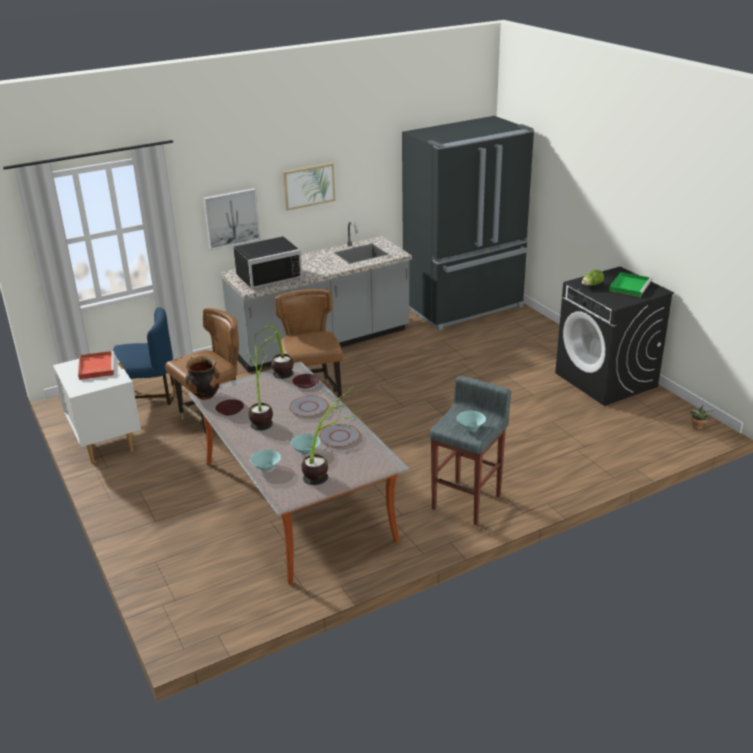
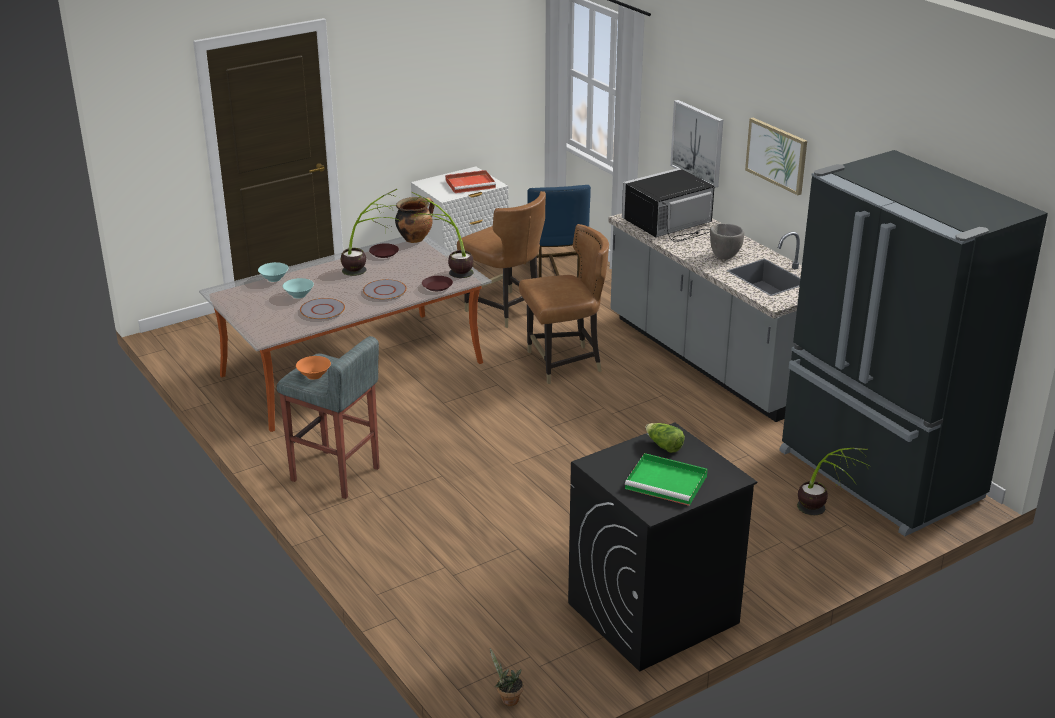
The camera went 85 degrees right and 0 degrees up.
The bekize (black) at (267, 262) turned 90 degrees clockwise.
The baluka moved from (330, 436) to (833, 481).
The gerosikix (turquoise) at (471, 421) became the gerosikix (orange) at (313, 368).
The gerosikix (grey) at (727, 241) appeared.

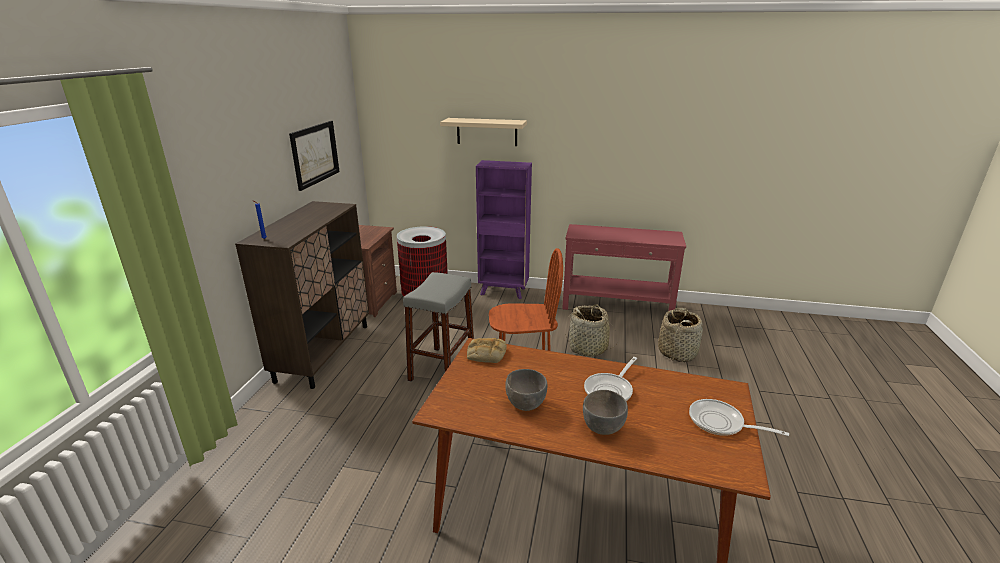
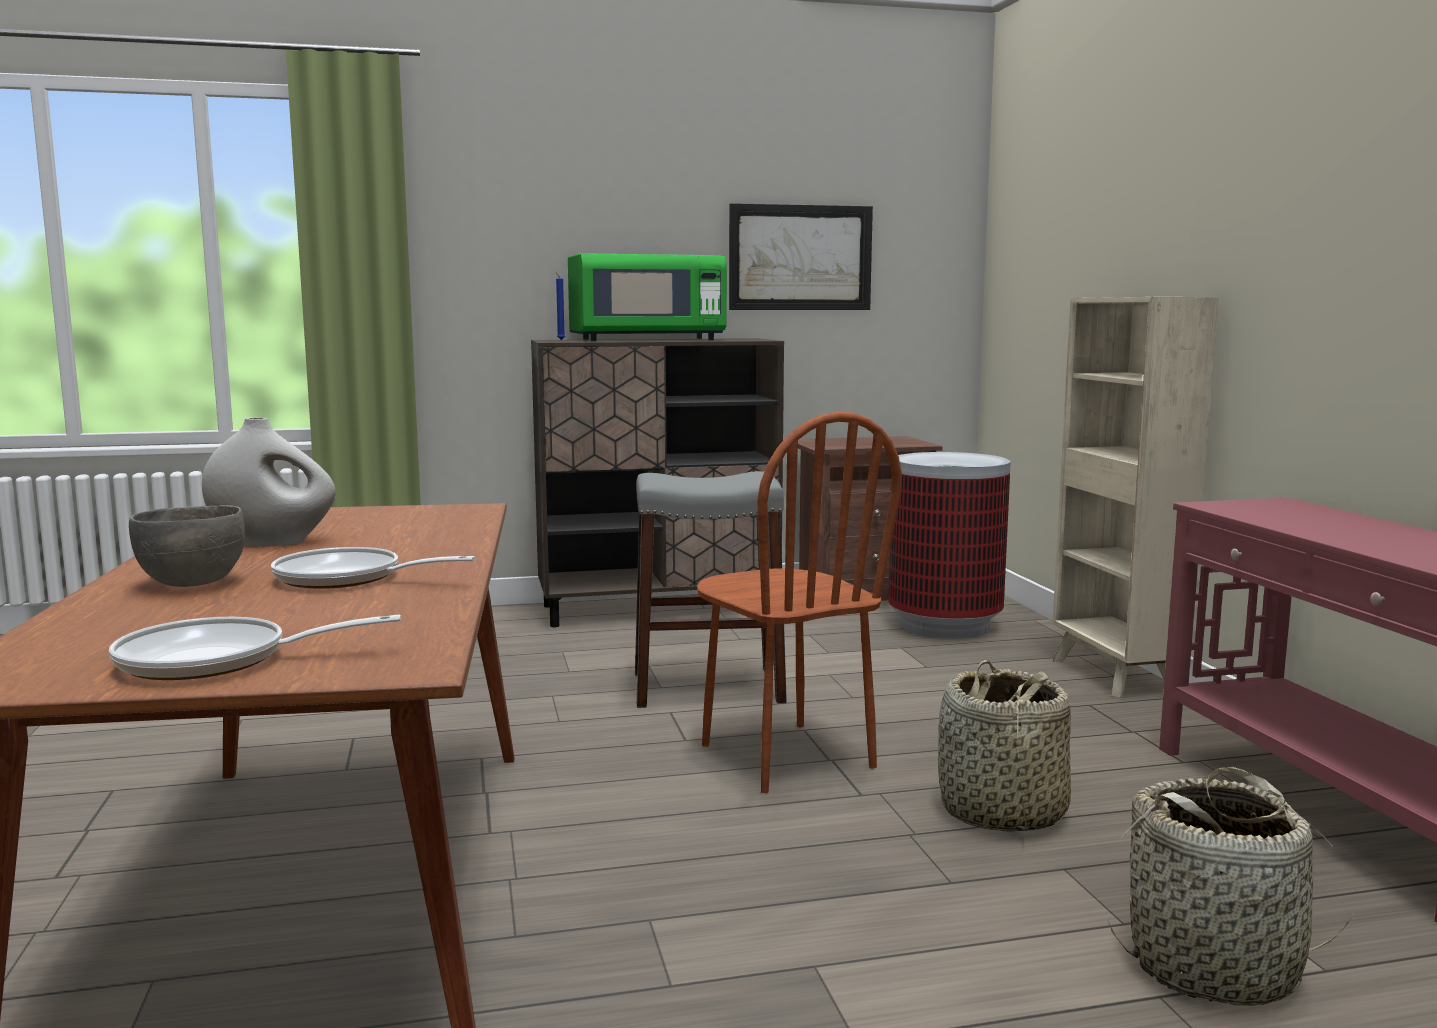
The camera went 65 degrees right and 15 degrees down.
The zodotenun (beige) at (483, 132) disappeared.
The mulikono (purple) at (504, 229) became the mulikono (beige) at (1135, 497).
The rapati at (487, 350) disappeared.
The gerosikix (grey) at (526, 390) was replaced by the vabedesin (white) at (269, 482).
The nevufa at (739, 417) turned 105 degrees counterclockwise.
The bekize (green) at (647, 297) appeared.

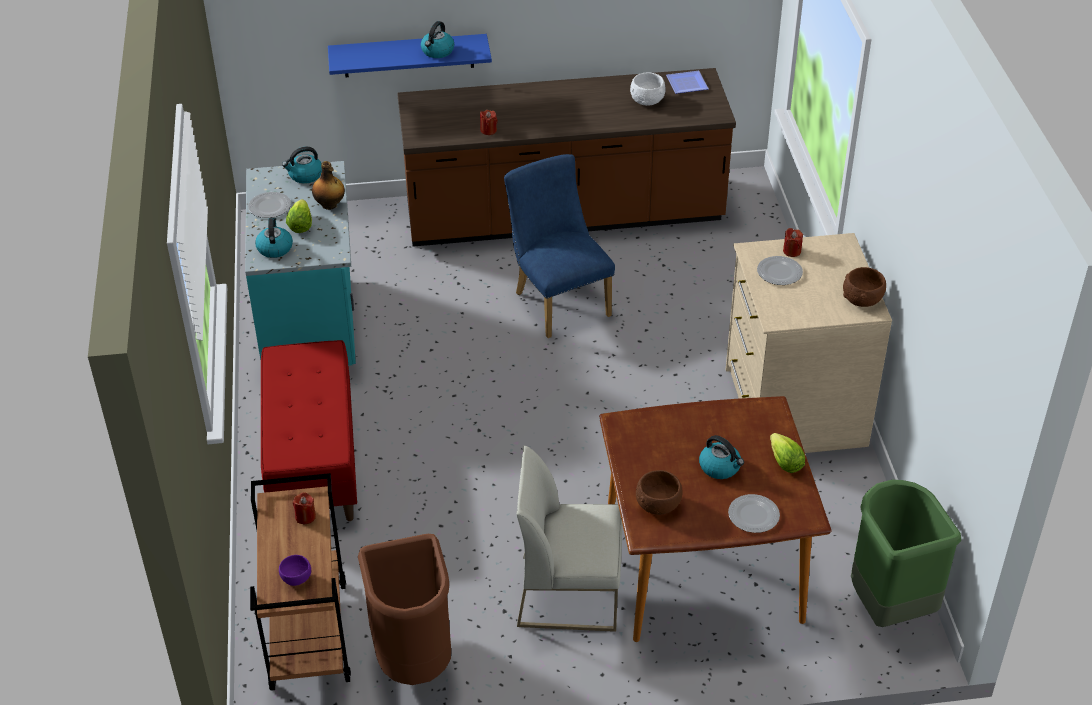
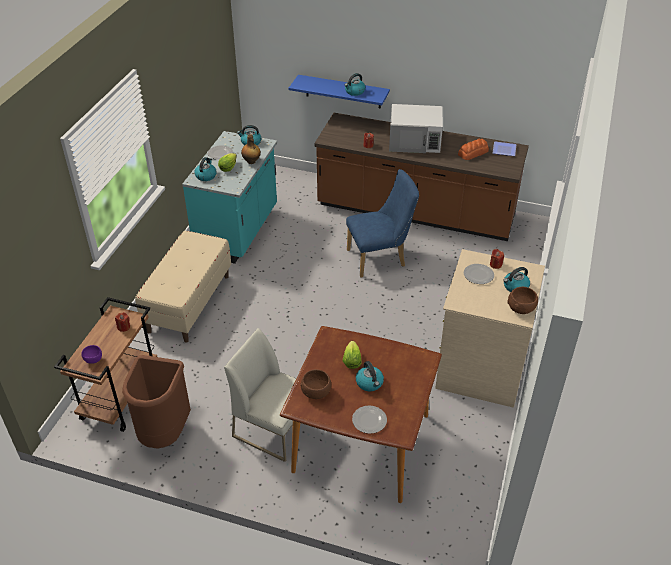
The camera went 25 degrees right and 0 degrees up.
The gerosikix (white) at (648, 89) was replaced by the rapati at (473, 149).
The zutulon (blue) at (559, 246) turned 75 degrees clockwise.
The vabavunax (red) at (309, 430) became the vabavunax (beige) at (183, 287).
The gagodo moved from (787, 453) to (352, 355).
The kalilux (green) at (906, 553) disappeared.
The bekize (white) at (416, 128) appeared.
The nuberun at (517, 279) appeared.

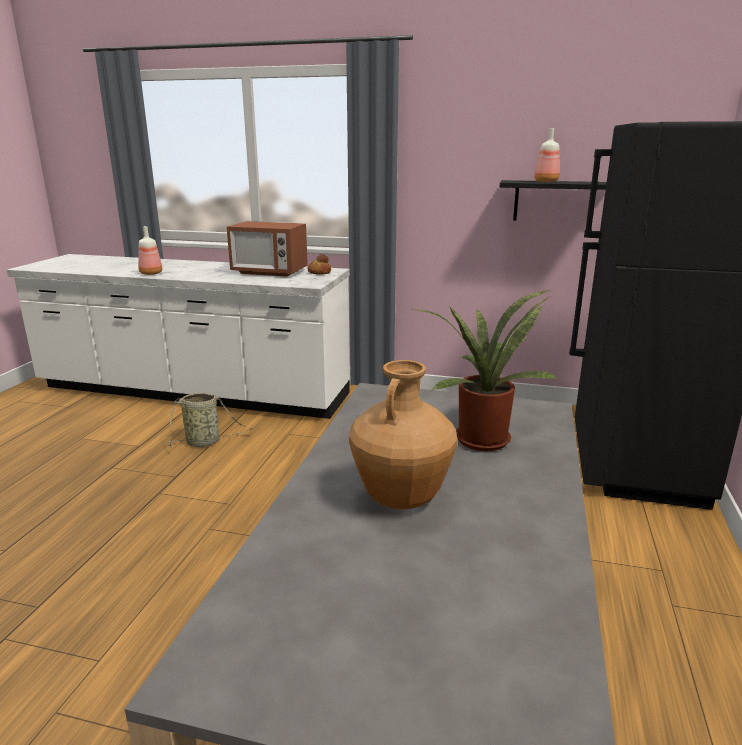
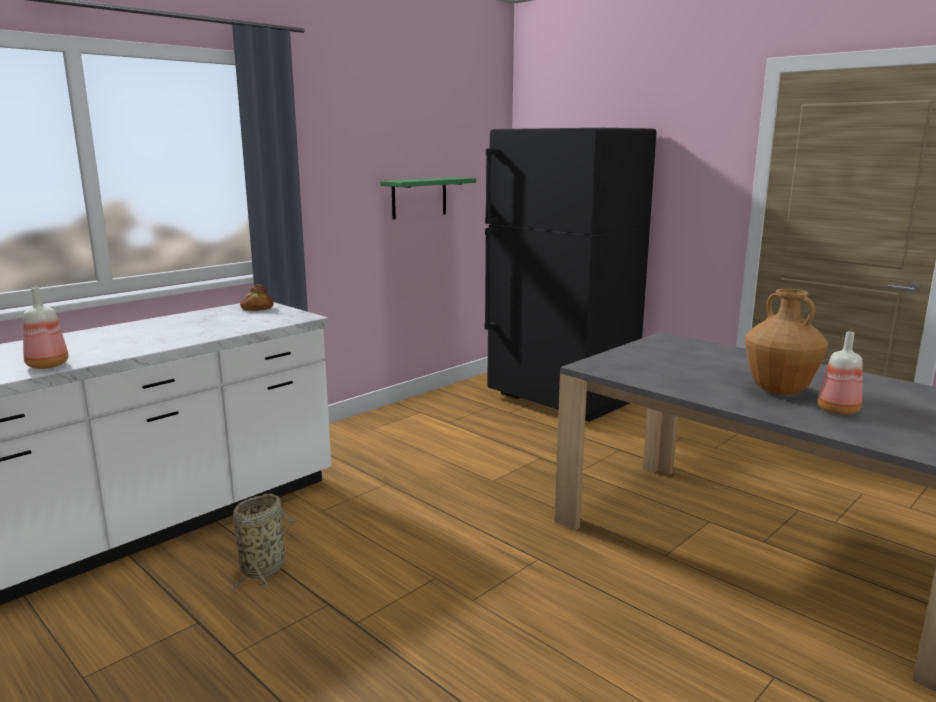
The camera went 60 degrees left and 5 degrees down.
The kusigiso moved from (547, 155) to (839, 373).
The zodotenun (black) at (553, 200) became the zodotenun (green) at (428, 198).
The bekize at (267, 249) disappeared.
The baluka at (485, 370) disappeared.

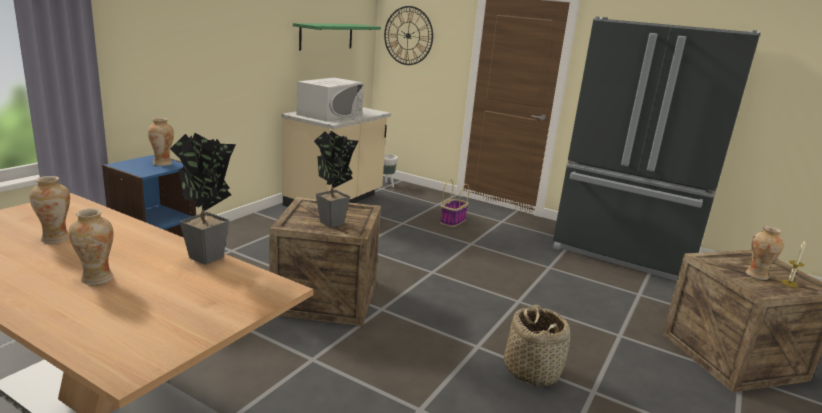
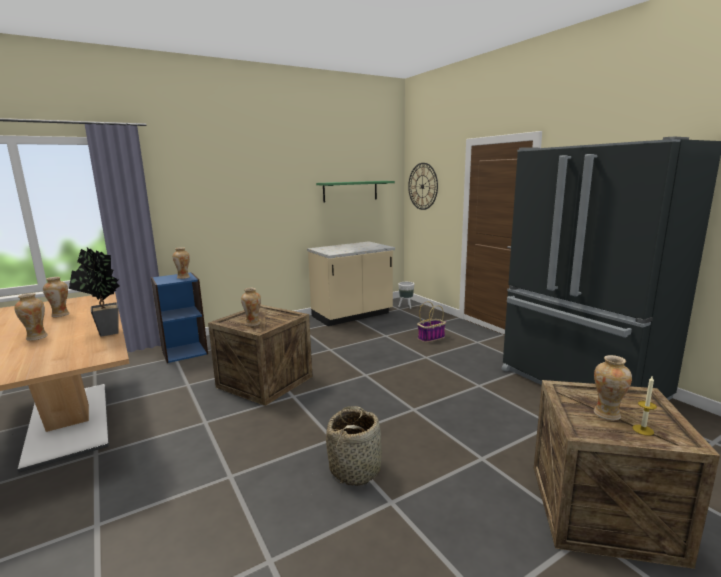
The camera went 30 degrees right and 5 degrees down.
The bekize (white) at (330, 100) disappeared.
The baluka at (336, 179) was replaced by the vabedesin at (251, 307).

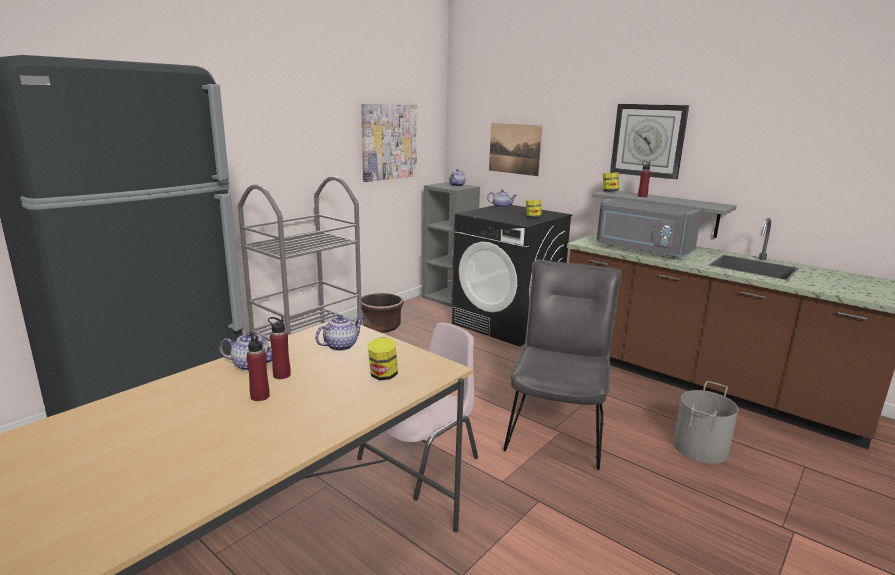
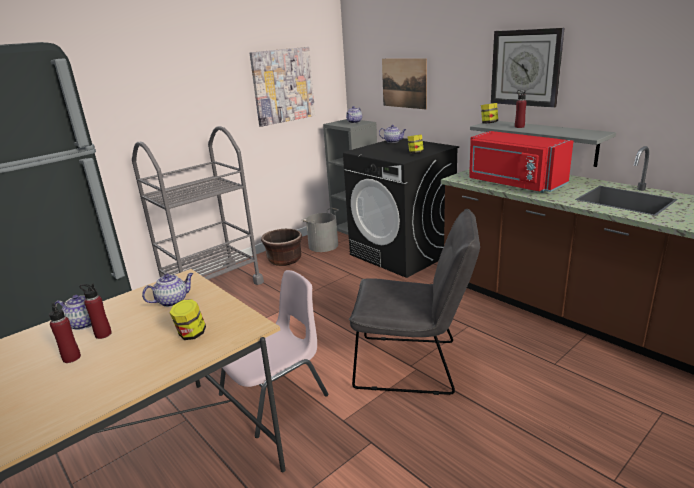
The camera went 10 degrees right and 5 degrees up.
The bekize (grey) at (649, 228) became the bekize (red) at (521, 162).
The zutulon (grey) at (562, 364) turned 75 degrees clockwise.
The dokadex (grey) moved from (705, 422) to (320, 230).

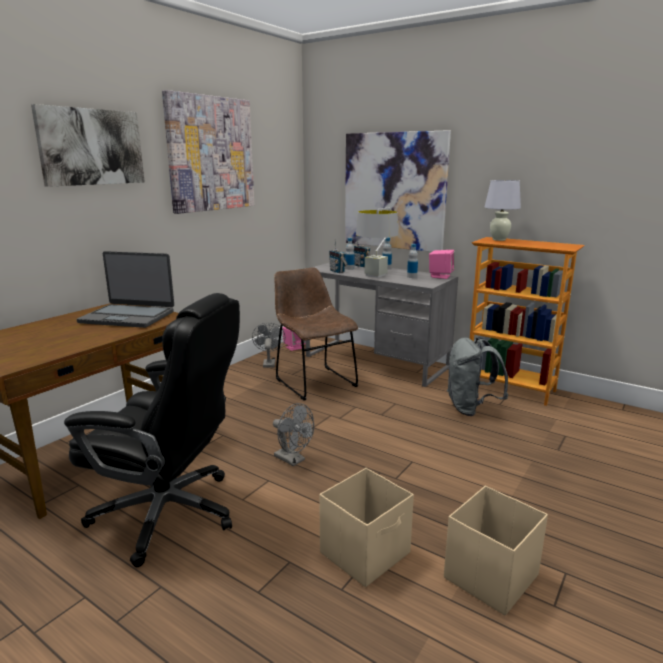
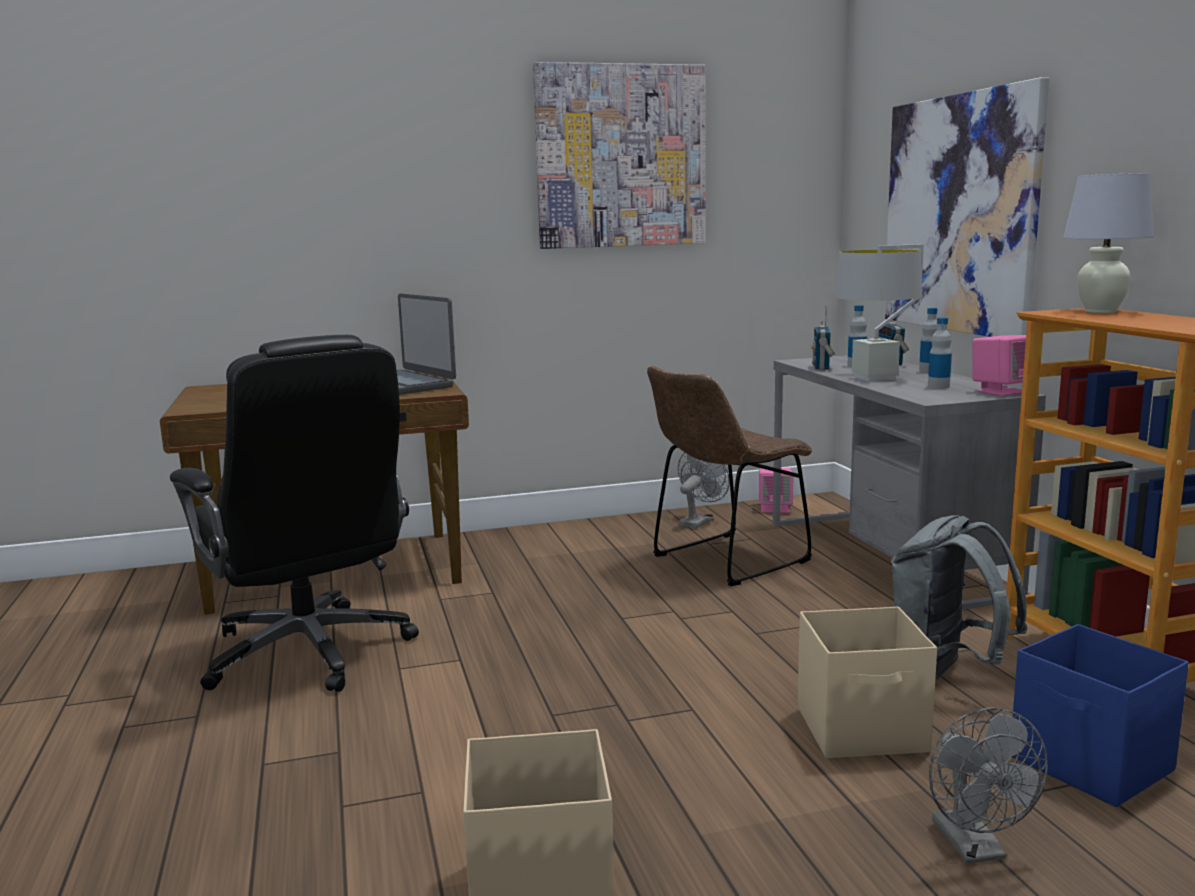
The camera went 40 degrees right and 5 degrees down.
The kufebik at (88, 145) disappeared.
The zutulon (brown) at (316, 334) turned 135 degrees counterclockwise.
The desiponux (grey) moved from (293, 434) to (988, 786).
The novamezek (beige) moved from (366, 527) to (867, 682).
The novamezek (blue) at (1100, 715) appeared.

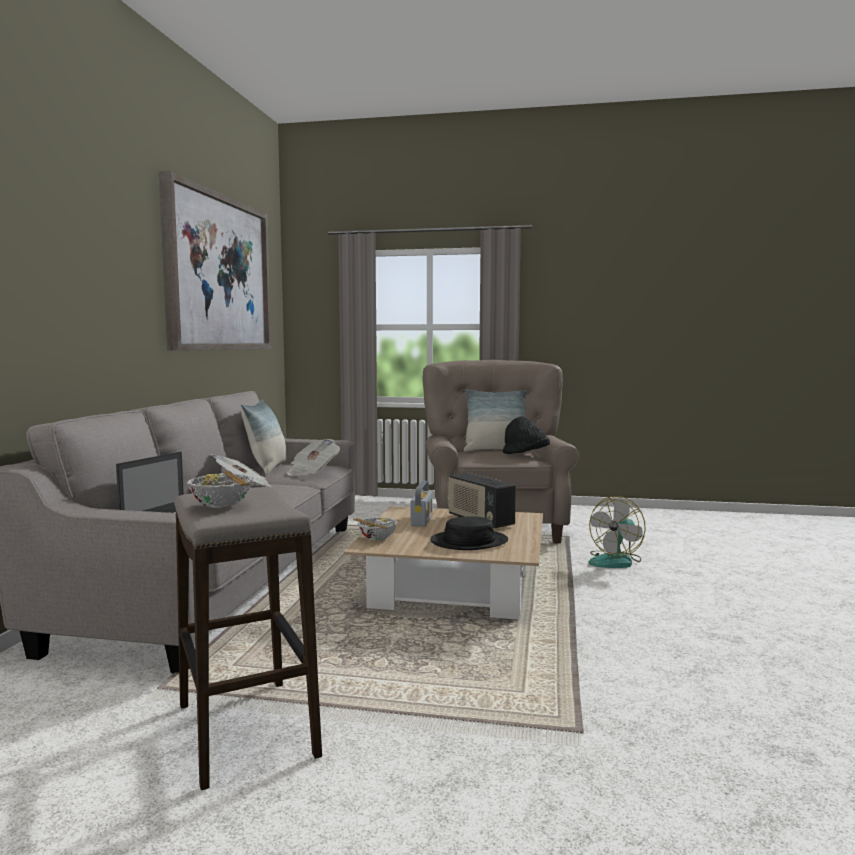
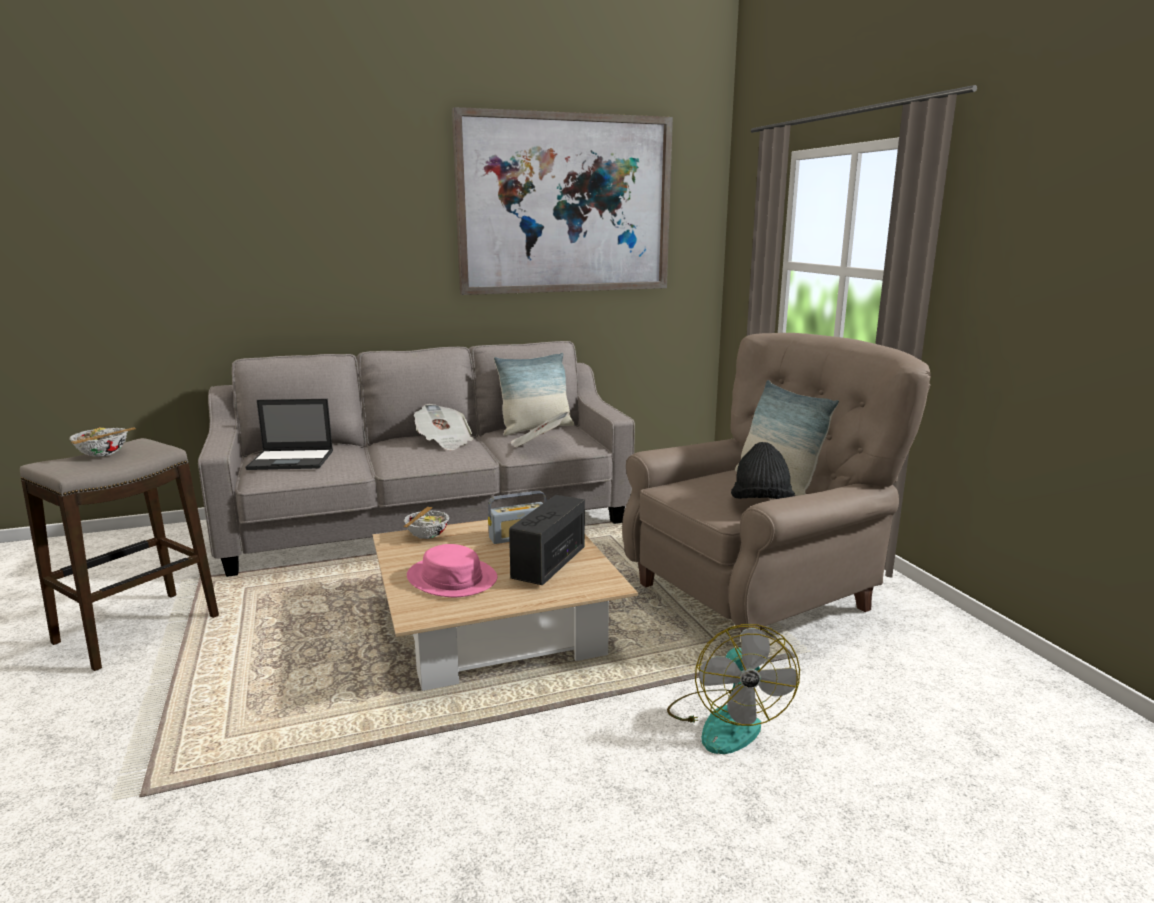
The camera went 60 degrees right and 10 degrees up.
The desiponux at (617, 532) turned 105 degrees counterclockwise.
The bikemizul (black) at (469, 533) became the bikemizul (pink) at (452, 570).

